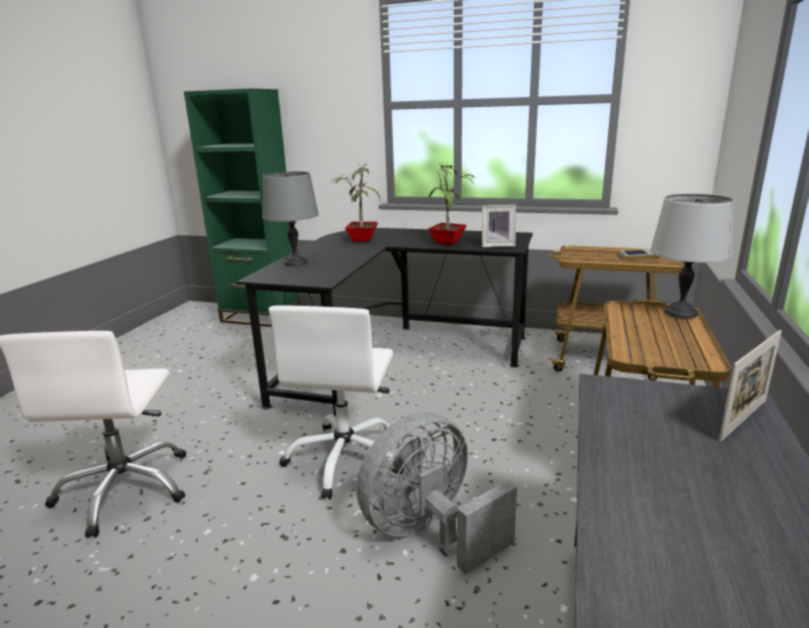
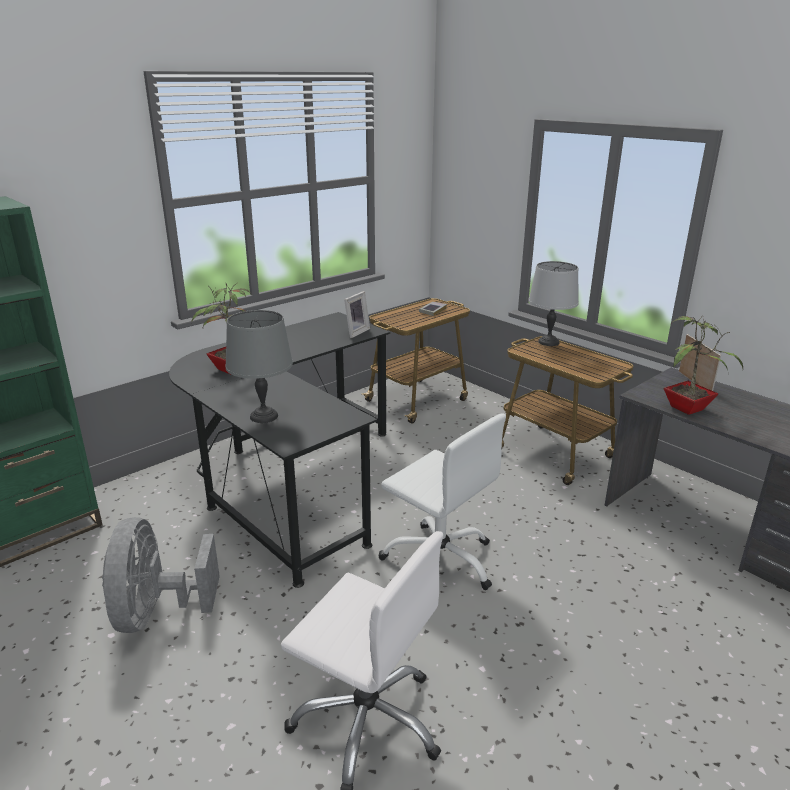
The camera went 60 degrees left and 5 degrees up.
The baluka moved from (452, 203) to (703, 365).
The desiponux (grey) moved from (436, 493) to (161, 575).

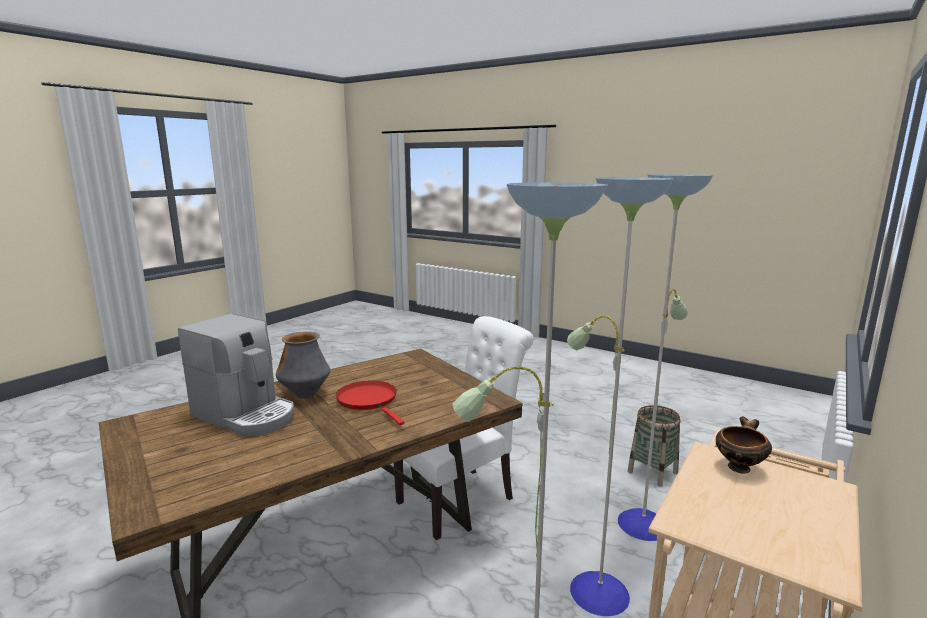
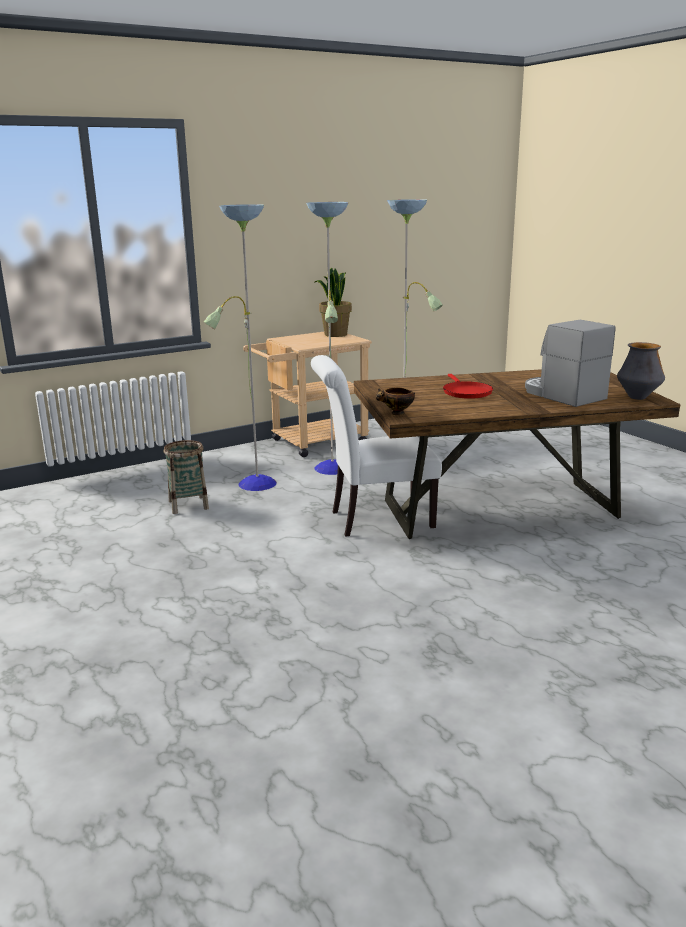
The camera went 155 degrees left and 5 degrees up.
The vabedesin moved from (303, 365) to (641, 371).
The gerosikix moved from (744, 445) to (395, 401).
The baluka at (333, 302) appeared.

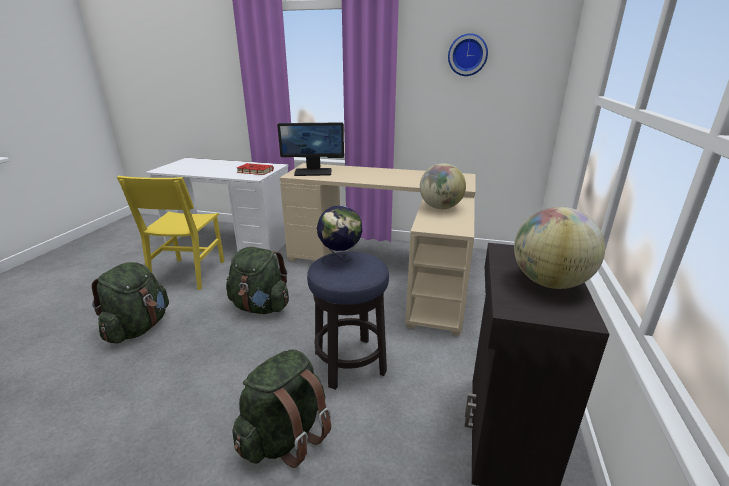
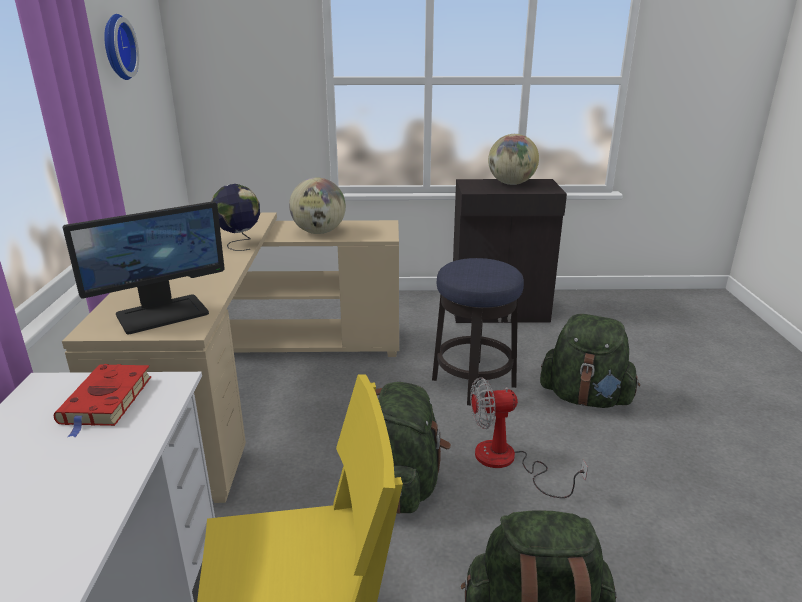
The camera went 105 degrees left and 0 degrees up.
The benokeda at (310, 149) turned 75 degrees clockwise.
The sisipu moved from (339, 234) to (235, 217).
The desiponux at (529, 437) appeared.

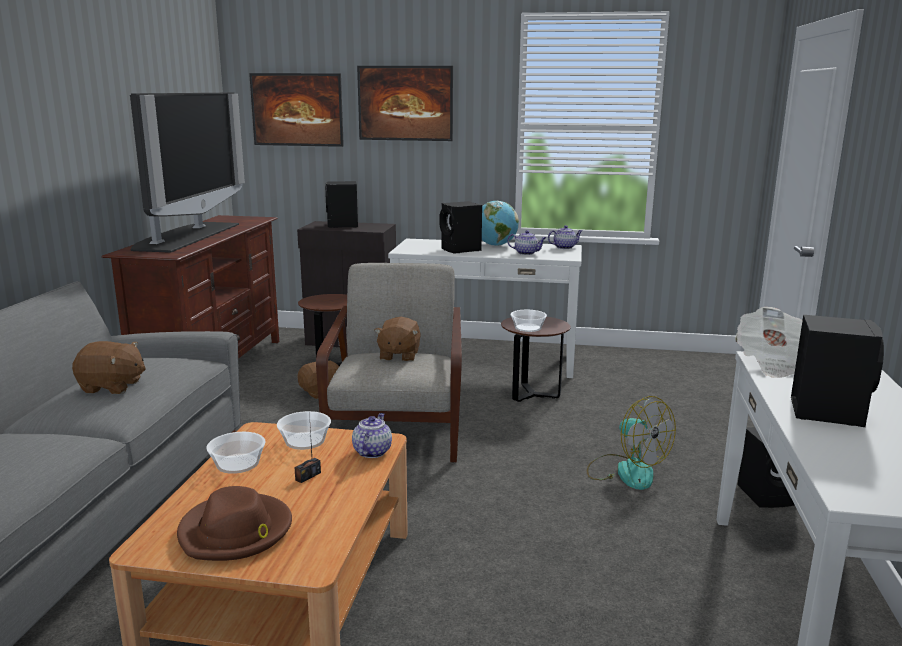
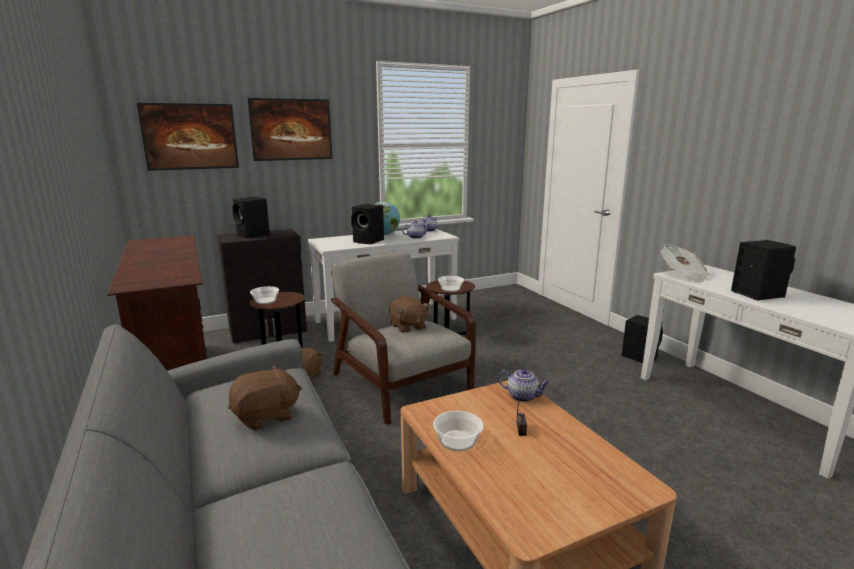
The camera went 35 degrees left and 0 degrees up.
The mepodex at (187, 173) disappeared.
The desiponux at (631, 443) disappeared.
The gerosikix moved from (304, 430) to (264, 295).
The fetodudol at (372, 435) turned 135 degrees clockwise.
The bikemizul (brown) at (234, 523) disappeared.

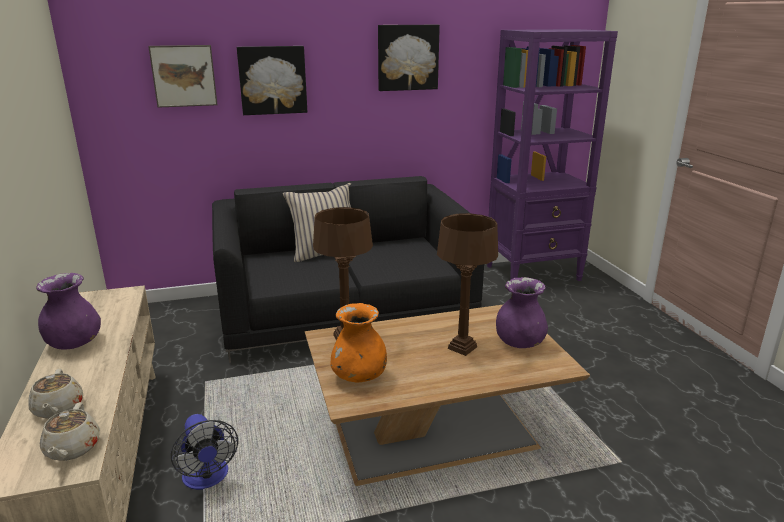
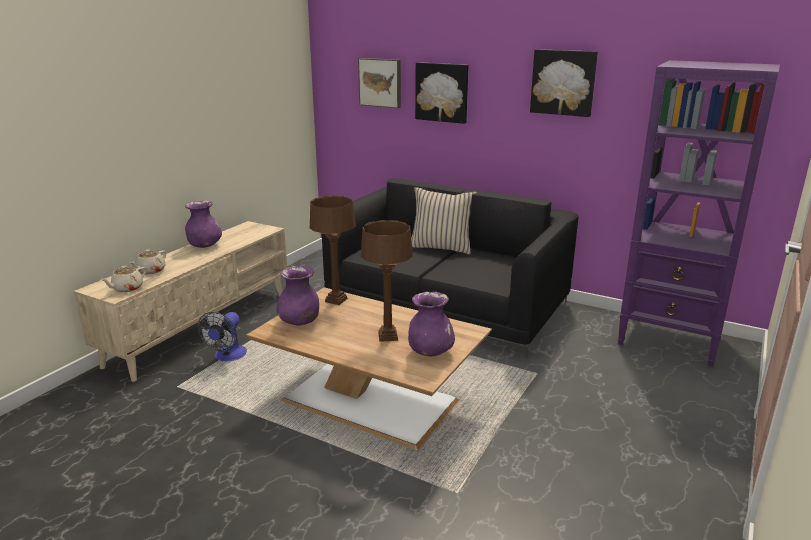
The camera went 45 degrees right and 0 degrees up.
The vabedesin (orange) at (358, 343) became the vabedesin (purple) at (297, 295).

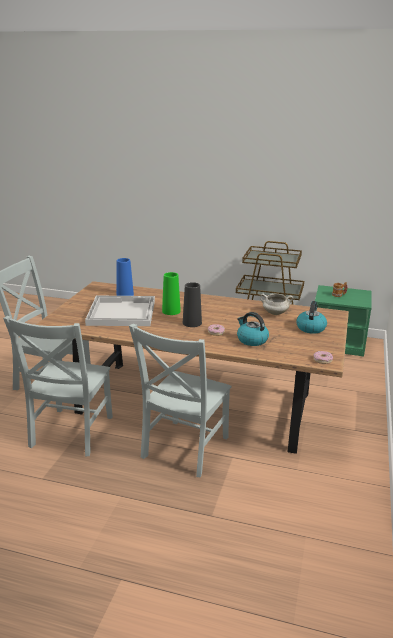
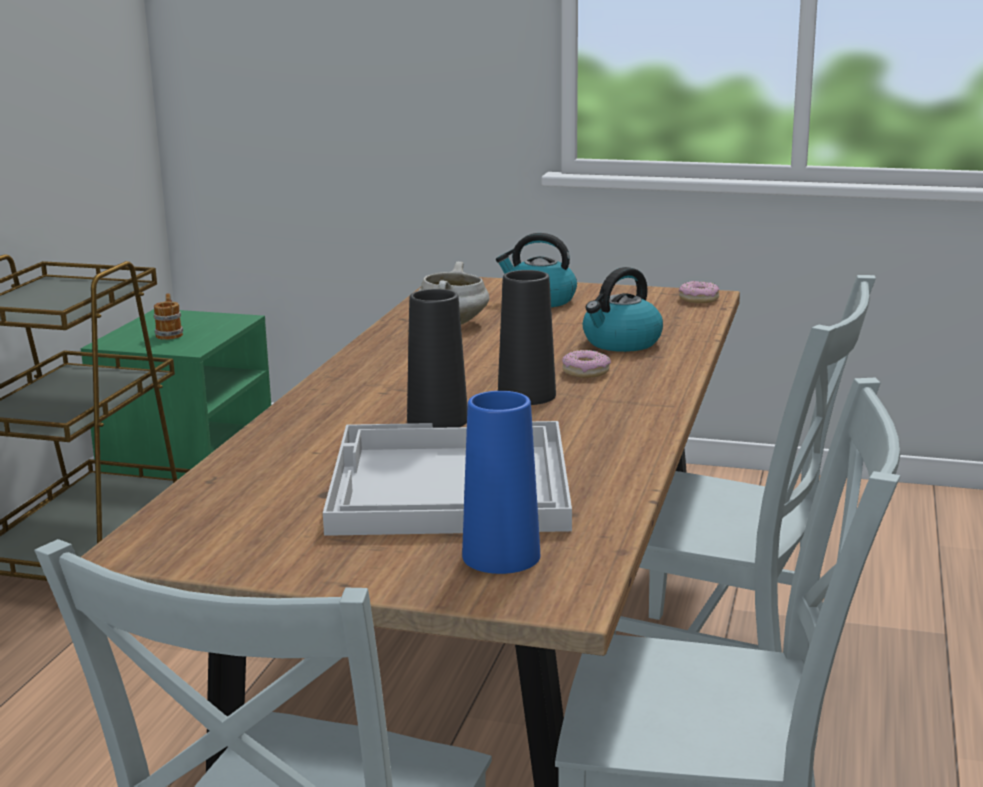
The camera went 90 degrees left and 5 degrees down.
The vabedesin (blue) moved from (125, 277) to (501, 482).
The vabedesin (green) at (171, 293) became the vabedesin (black) at (437, 358).

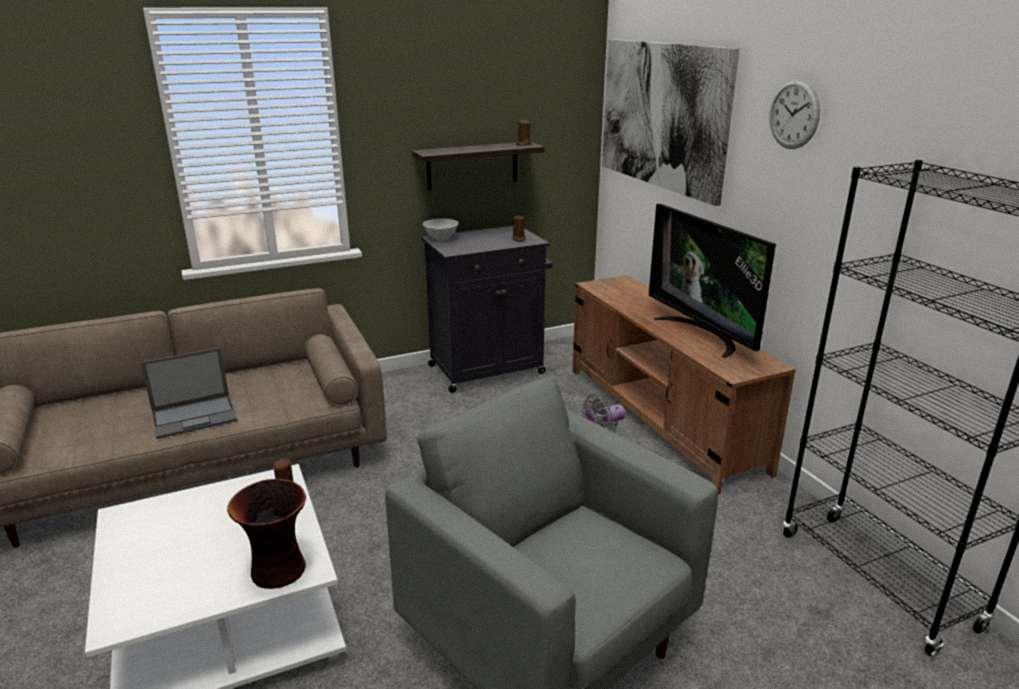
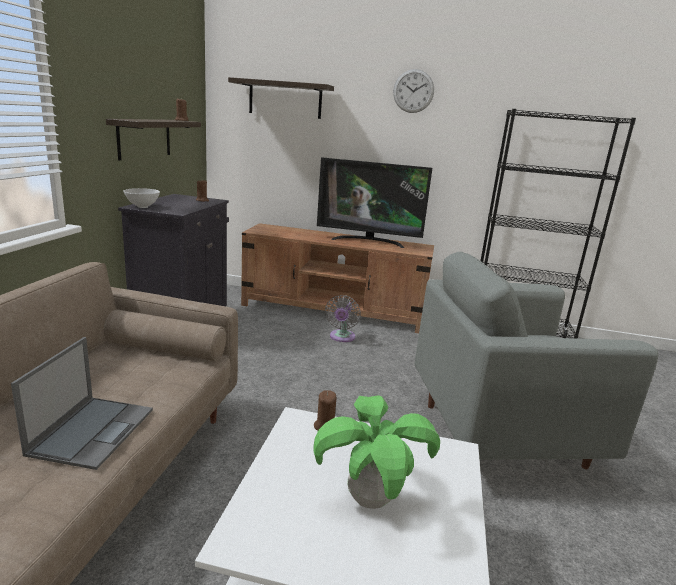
The camera went 55 degrees left and 5 degrees down.
The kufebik at (670, 122) was replaced by the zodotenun at (281, 98).
The vabedesin at (266, 534) disappeared.
The baluka at (376, 452) appeared.

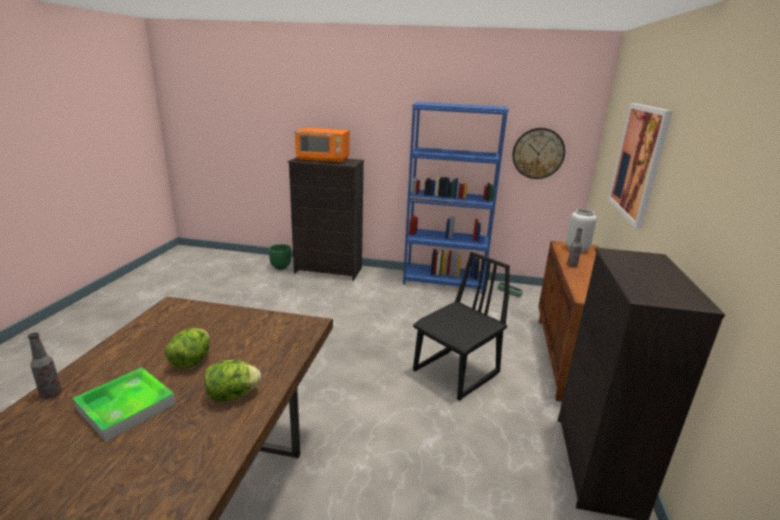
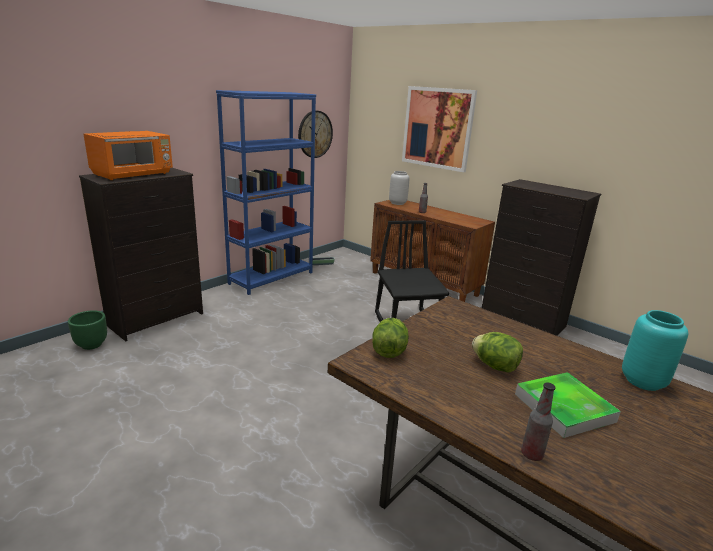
The camera went 60 degrees left and 0 degrees up.
The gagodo moved from (232, 381) to (390, 338).
The vabedesin (turquoise) at (655, 350) appeared.

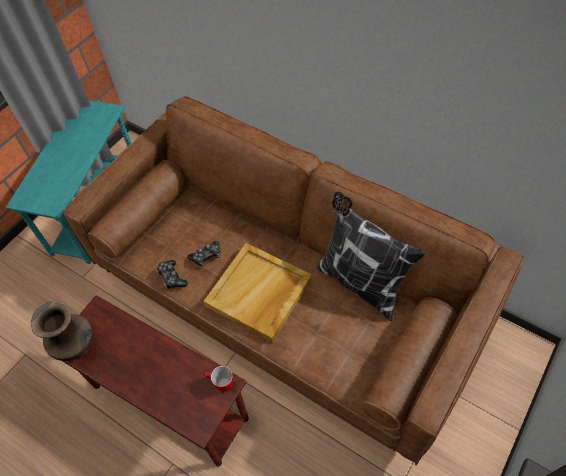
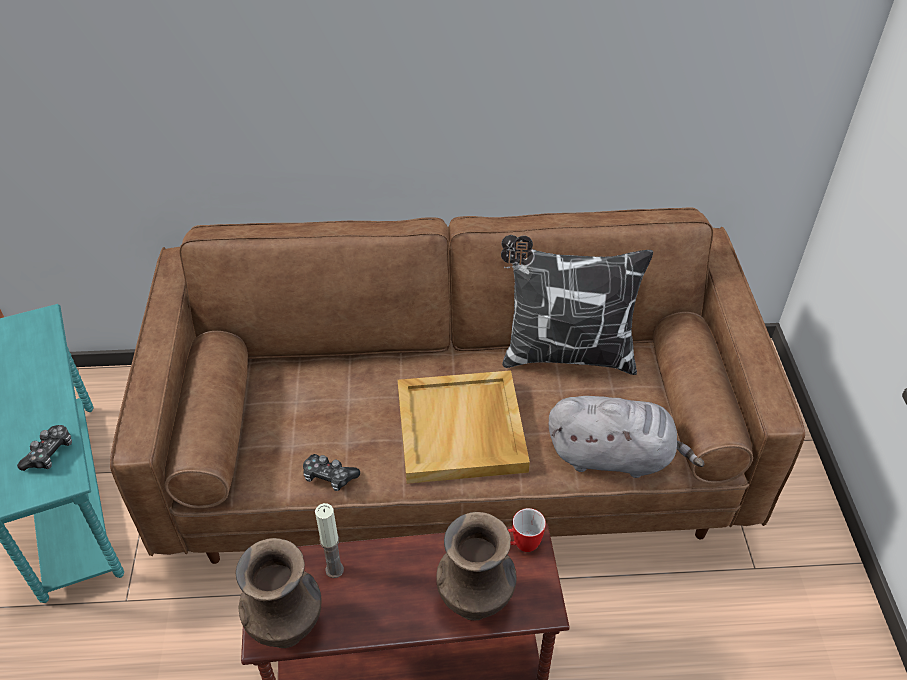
The camera went 40 degrees left and 10 degrees down.
The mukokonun moved from (204, 254) to (44, 448).
The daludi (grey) at (626, 437) appeared.
The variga at (329, 540) appeared.
The vabedesin (brown) at (476, 566) appeared.

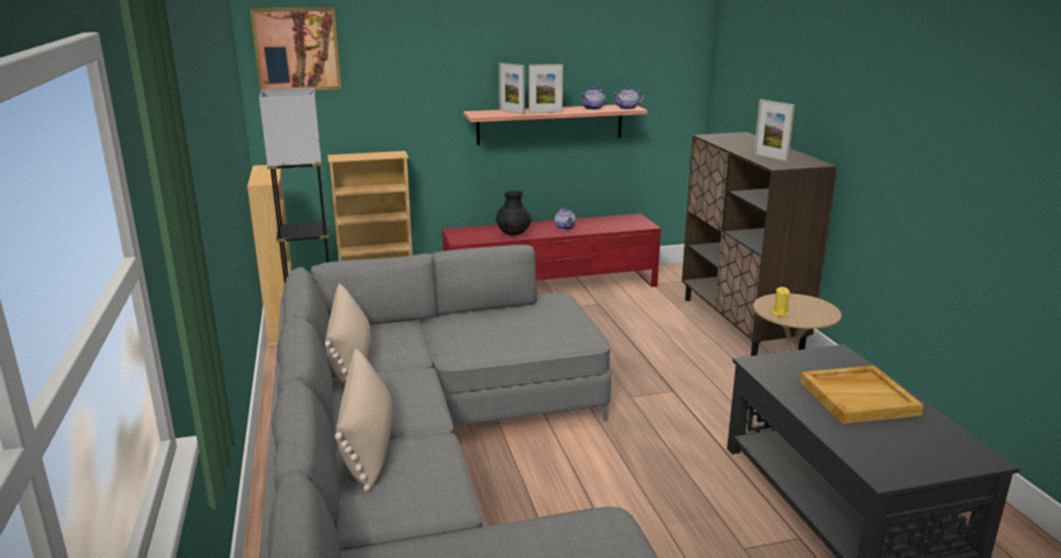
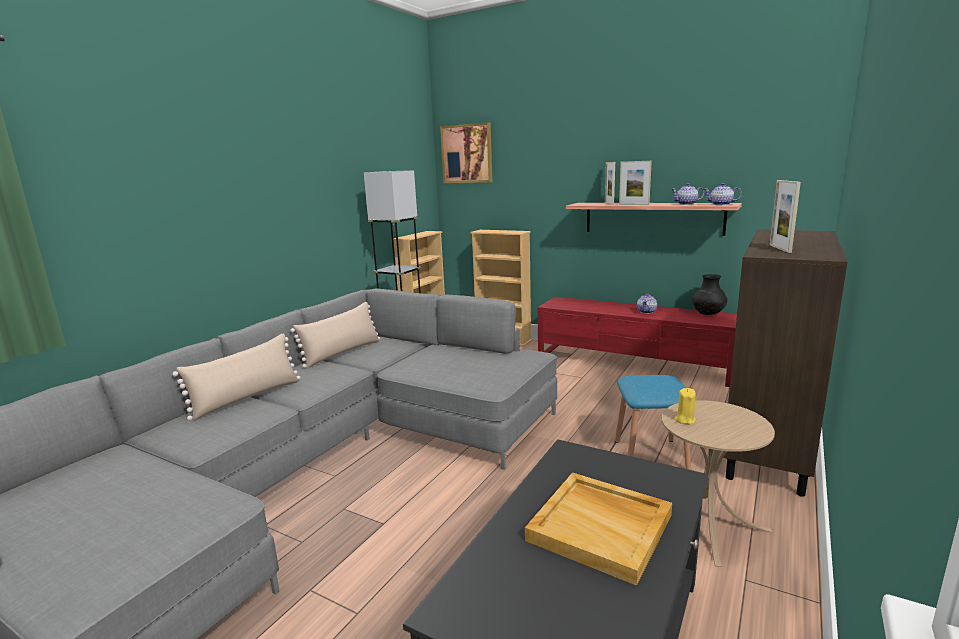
The camera went 45 degrees right and 5 degrees down.
The vabedesin (black) moved from (513, 213) to (709, 294).
The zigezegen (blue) at (653, 422) appeared.

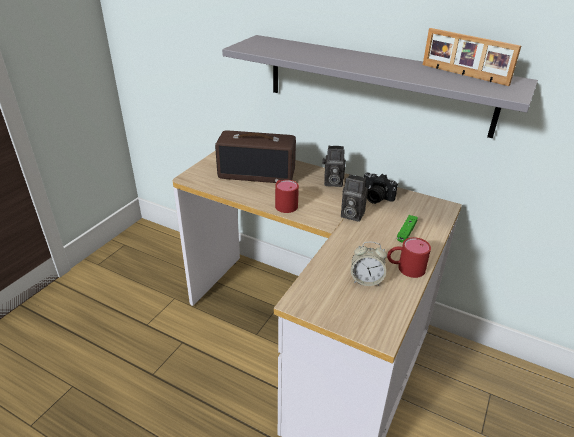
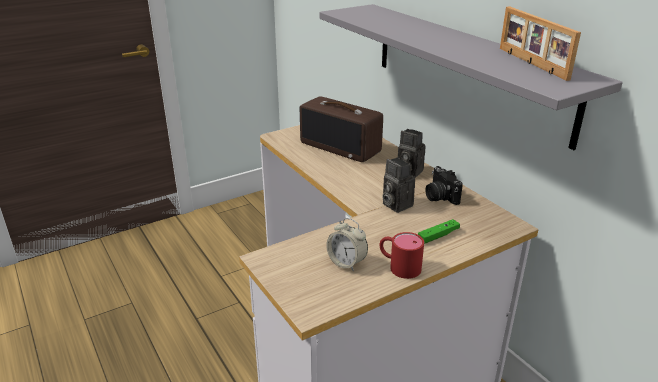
The camera went 30 degrees right and 5 degrees down.
The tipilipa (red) at (287, 196) disappeared.

